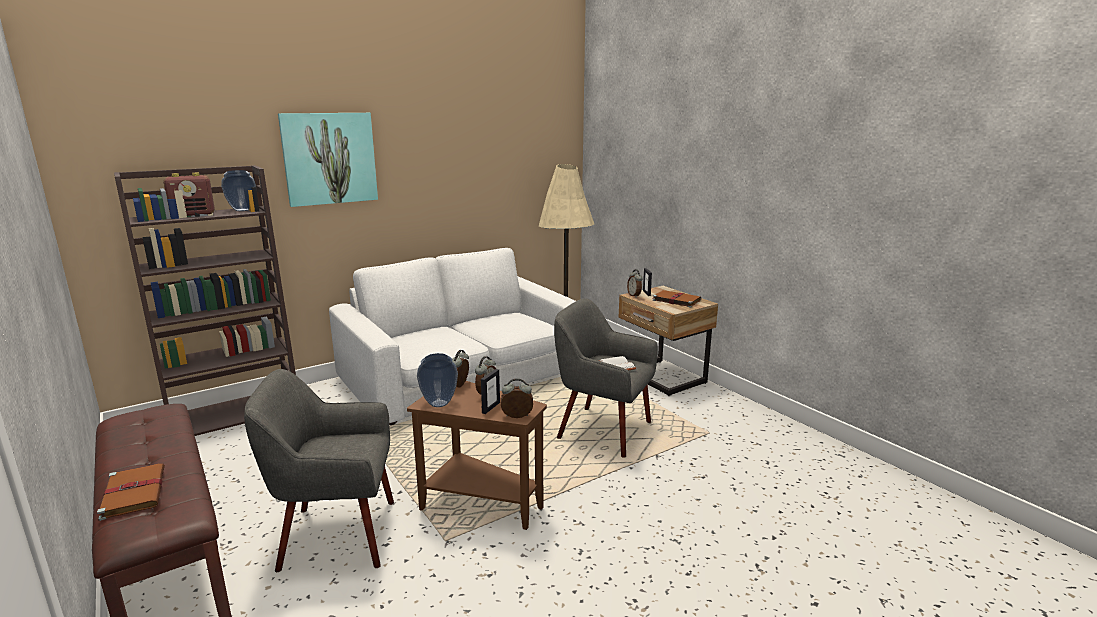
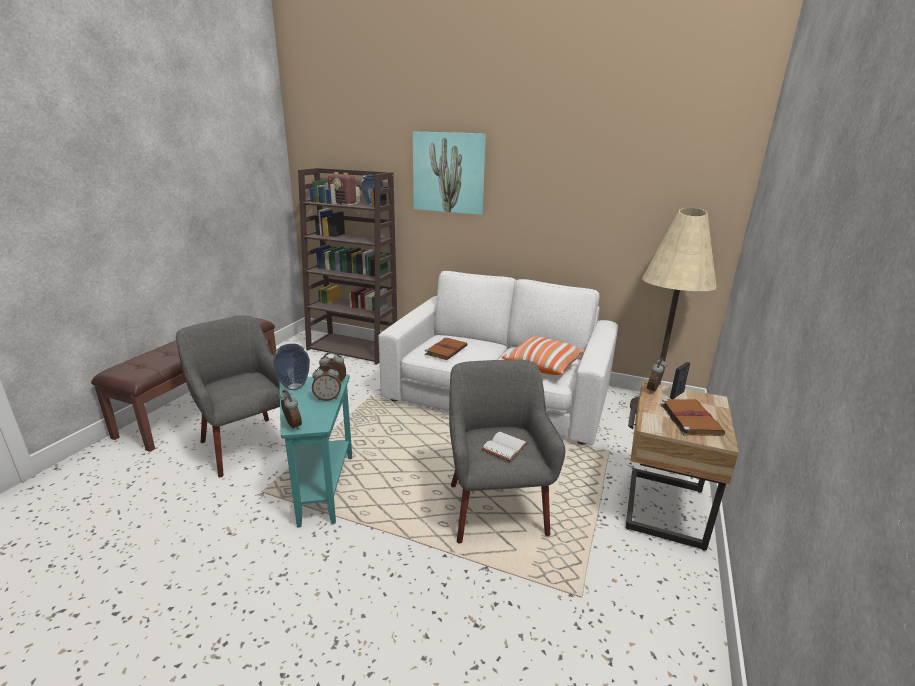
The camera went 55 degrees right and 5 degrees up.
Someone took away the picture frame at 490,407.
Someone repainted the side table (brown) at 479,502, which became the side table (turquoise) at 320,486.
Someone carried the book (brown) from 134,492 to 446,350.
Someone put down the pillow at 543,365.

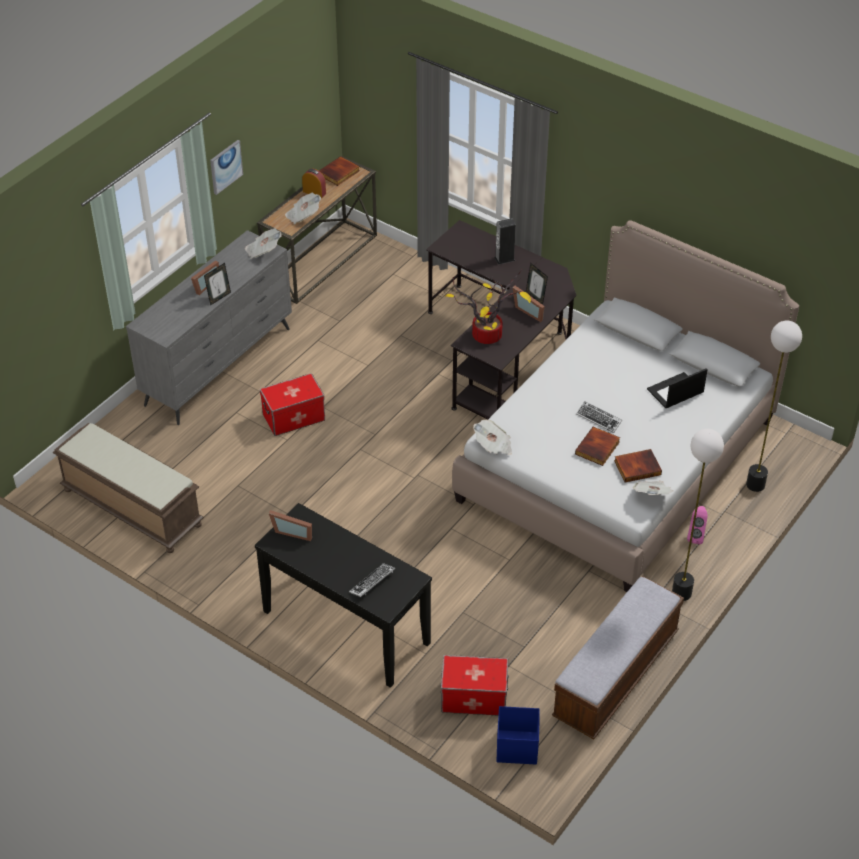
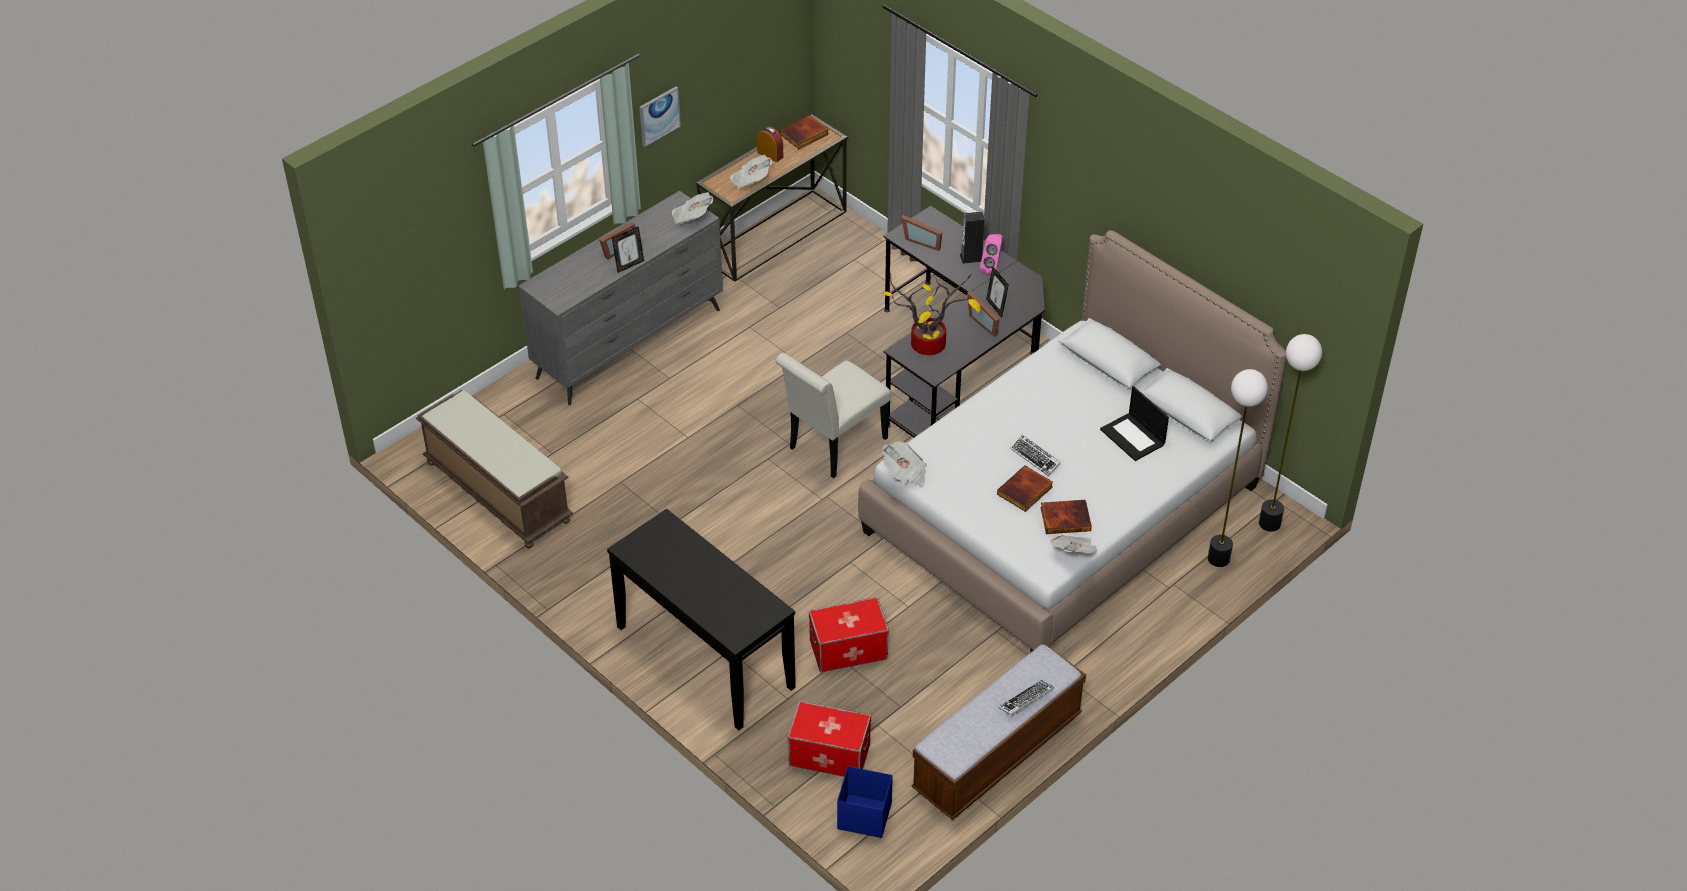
The camera went 10 degrees right and 0 degrees up.
Someone rotated the laptop at 675,392 by 105 degrees counterclockwise.
Someone carried the storage box from 293,417 to 848,650.
Someone carried the floor lamp from 681,593 to 1269,523.
Someone carried the speaker (pink) from 696,536 to 992,268.
Someone carried the picture frame from 293,531 to 922,241.
Someone carried the keyboard from 372,582 to 1026,700.
Someone put down the chair (white) at 833,447.

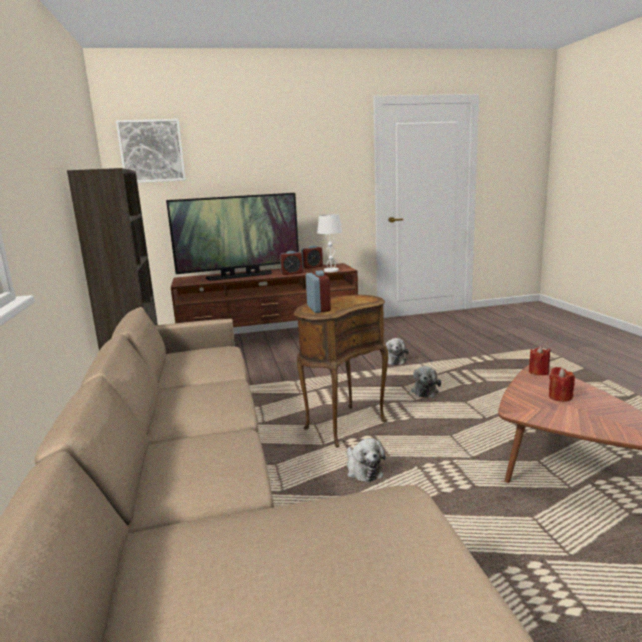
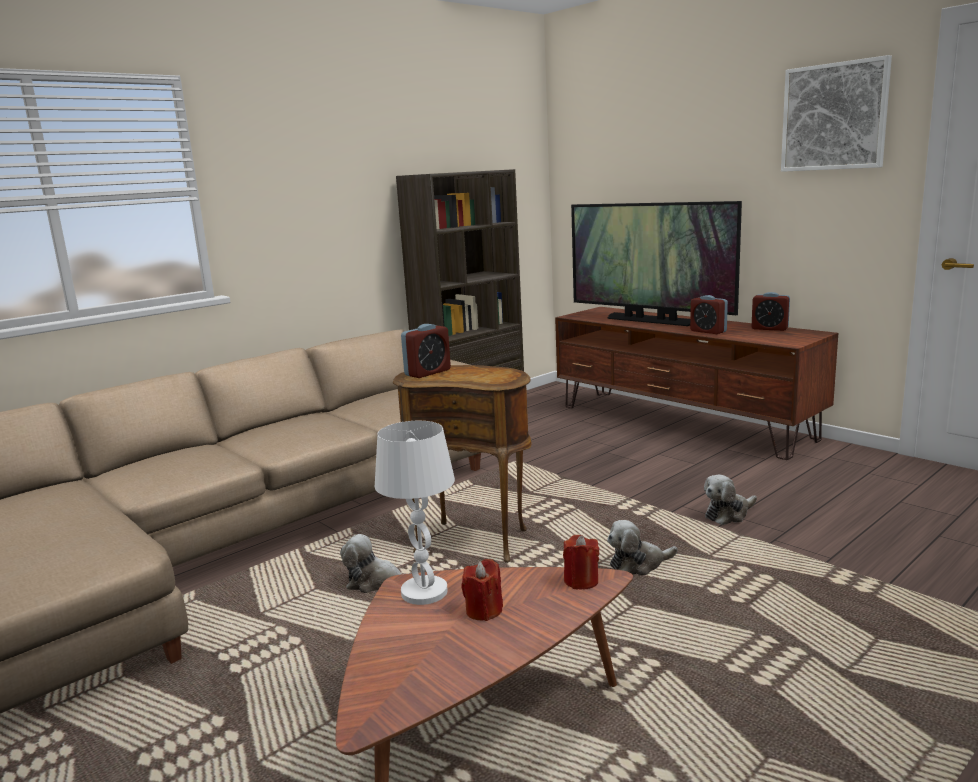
The camera went 60 degrees right and 0 degrees up.
Someone carried the picture from 152,151 to 834,117.
Someone carried the table lamp (white) from 331,270 to 425,592.
Someone rotated the plush toy at 363,470 by 60 degrees clockwise.

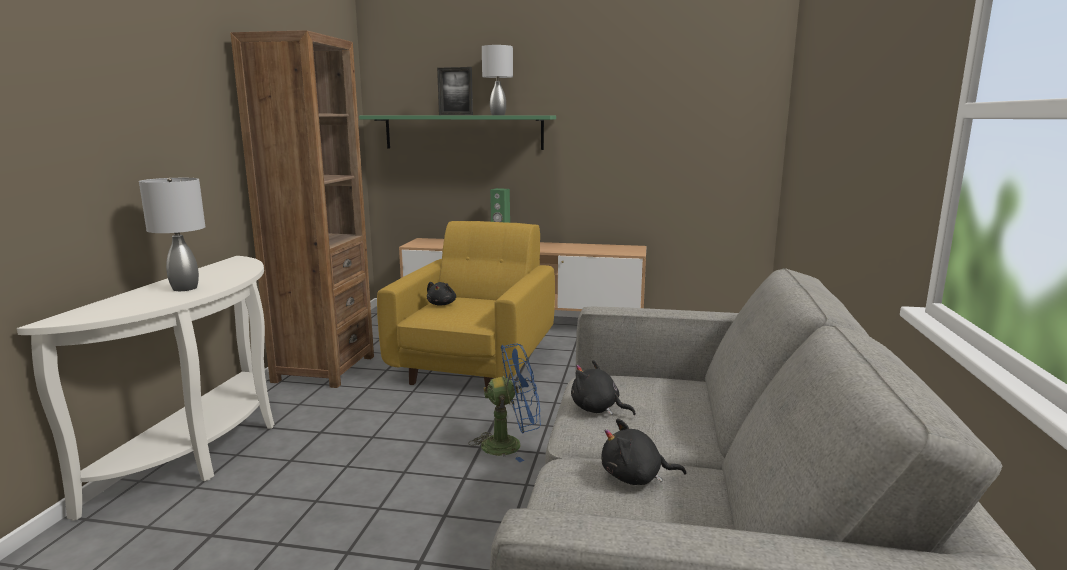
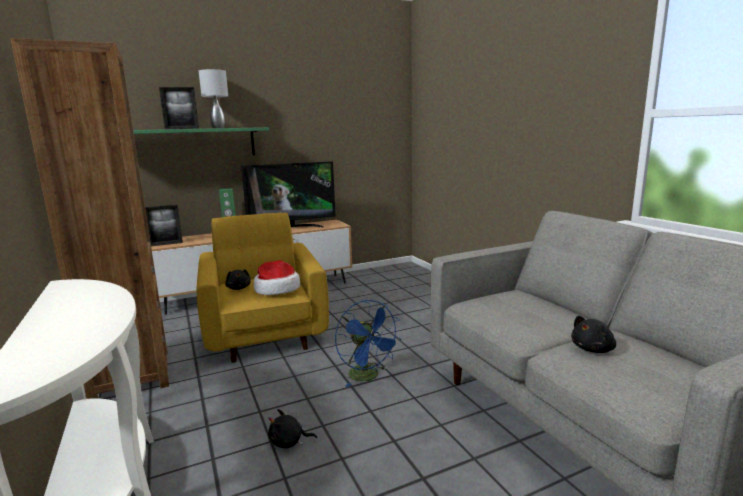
The camera went 35 degrees left and 0 degrees up.
Someone took away the table lamp (grey) at 185,288.
Someone rotated the fan (blue) at 510,444 by 105 degrees clockwise.
Someone carried the plush toy (black) from 597,409 to 289,442.
Someone put down the television at 292,228.
Someone put down the picture frame at 166,244.
Someone put down the hat at 276,289.

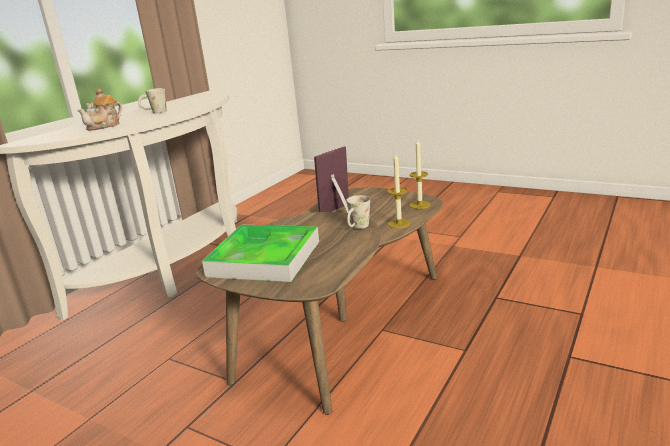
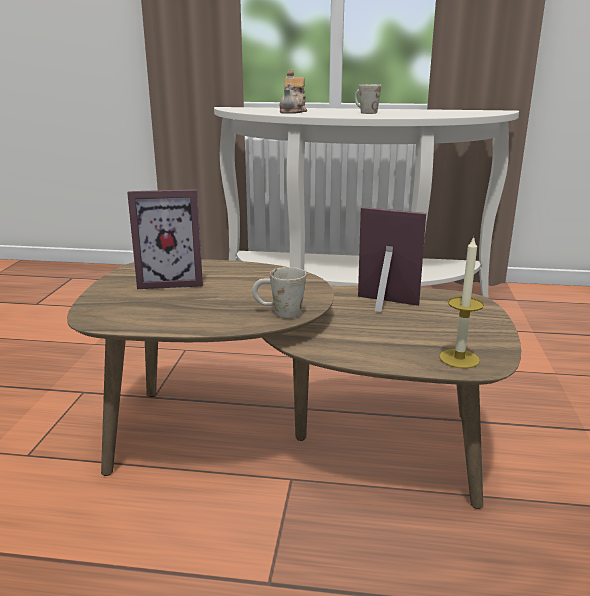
The camera went 65 degrees right and 0 degrees up.
Someone rotated the teapot at 105,126 by 90 degrees counterclockwise.
Someone took away the candle at 399,223.
Someone swapped the tray at 265,258 for the picture frame at 171,281.

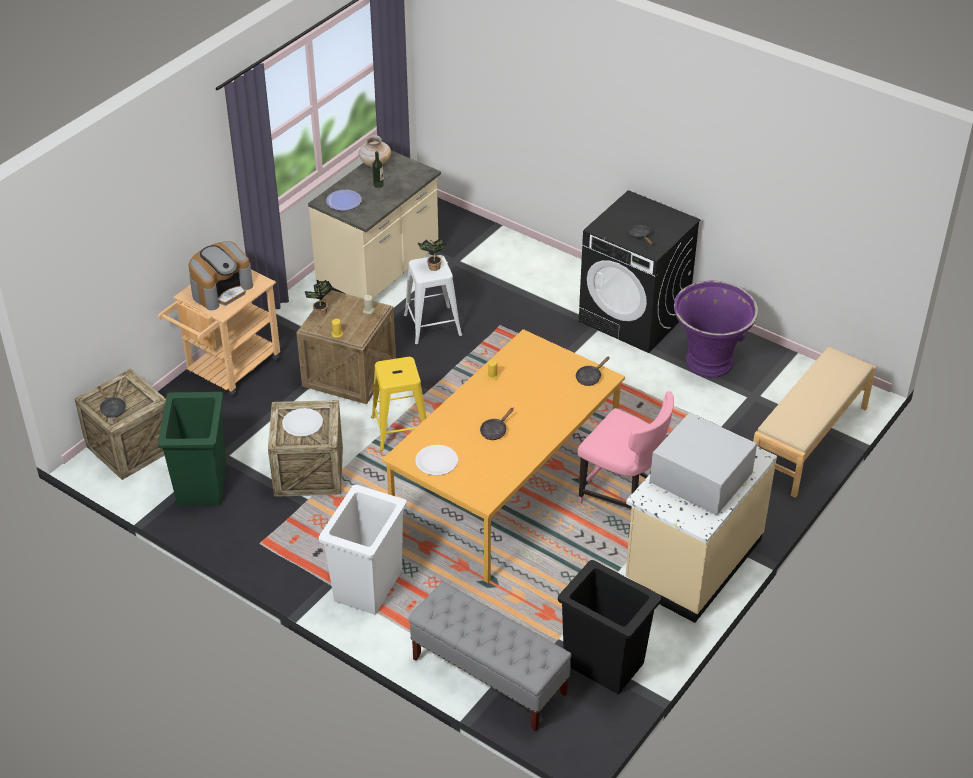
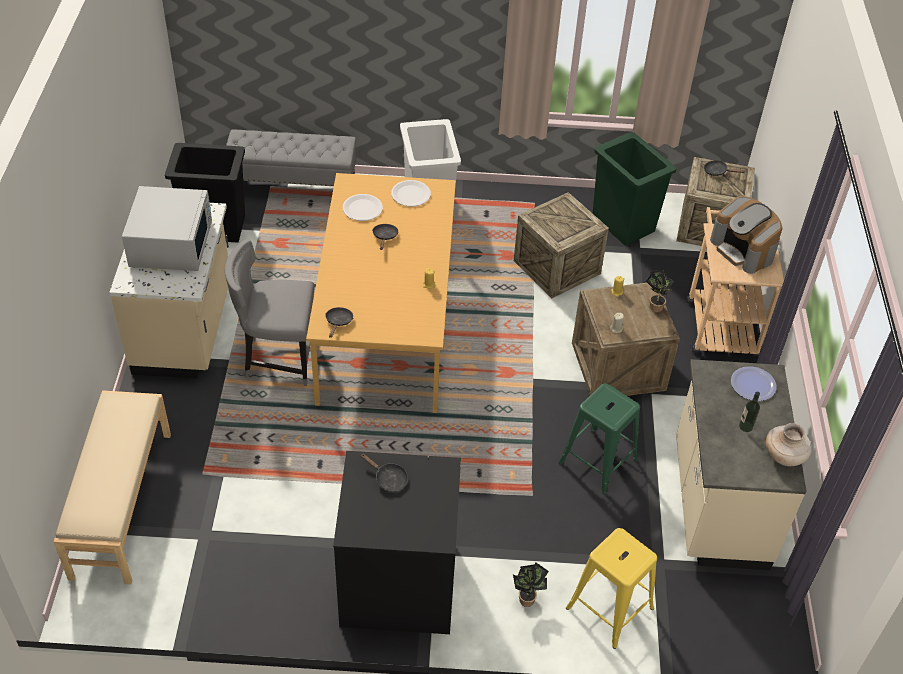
The camera went 145 degrees right and 5 degrees up.
Someone carried the potted plant from 432,268 to 527,598.
Someone rotated the coffee machine at 221,290 by 45 degrees counterclockwise.
Someone repainted the stool (white) at 432,325, which became the stool (green) at 598,461.
Someone took away the planter (purple) at 708,363.
Someone carried the stool (yellow) from 400,429 to 610,608.
Someone repainted the chair (pink) at 622,498, which became the chair (grey) at 278,359.
Someone carried the plate (white) from 302,423 to 362,208.
Someone rotated the microwave (white) at 700,478 by 90 degrees counterclockwise.

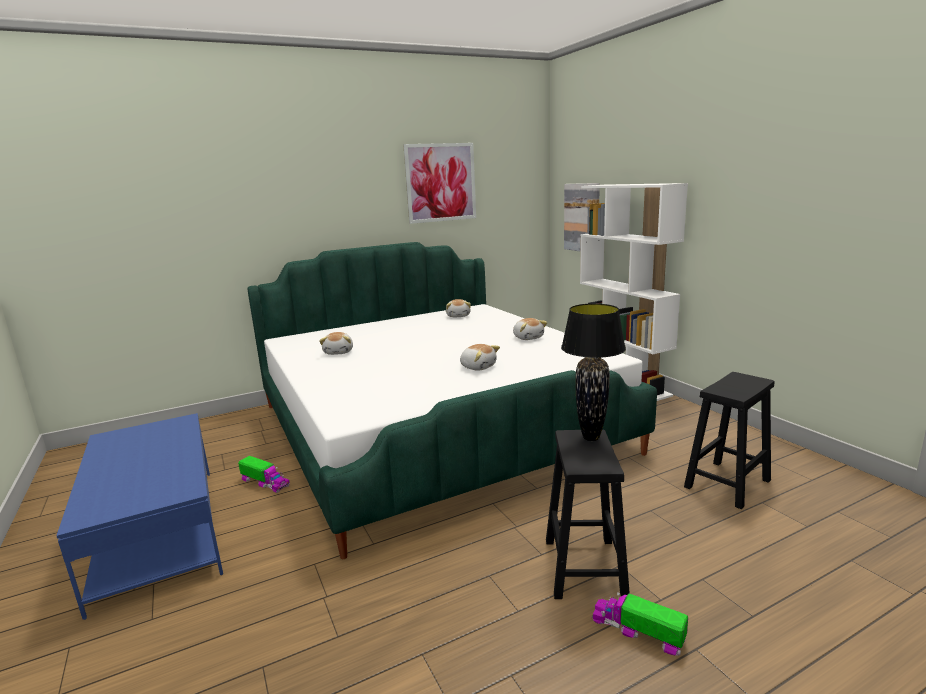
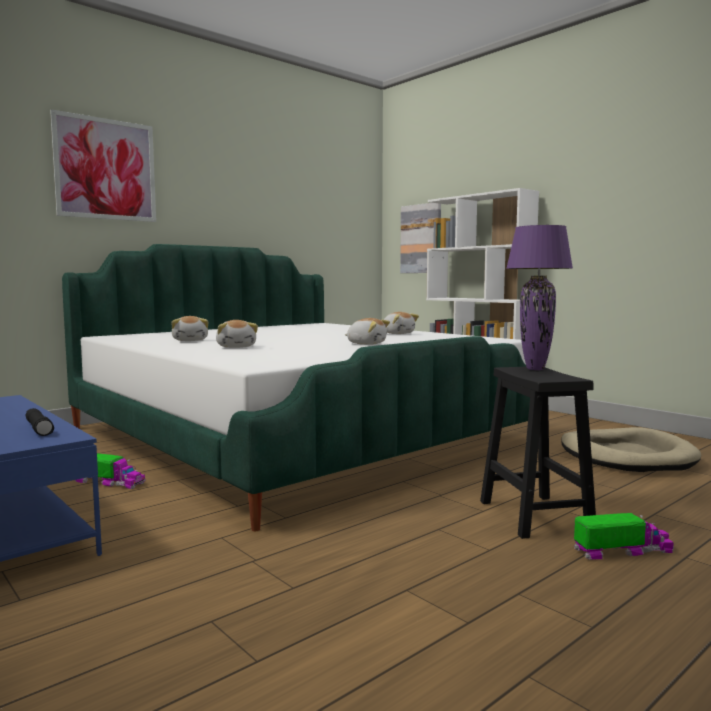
The camera went 15 degrees left and 10 degrees down.
Someone carried the picture from 441,182 to 105,169.
Someone carried the plush toy from 458,316 to 236,347.
Someone repainted the table lamp (black) at 590,438, which became the table lamp (purple) at 534,369.
Someone swapped the stool (black) at 727,483 for the dog bed (beige) at 626,456.
Someone rotated the toy truck at 638,631 by 150 degrees clockwise.
Someone put down the flashlight (black) at 39,429.

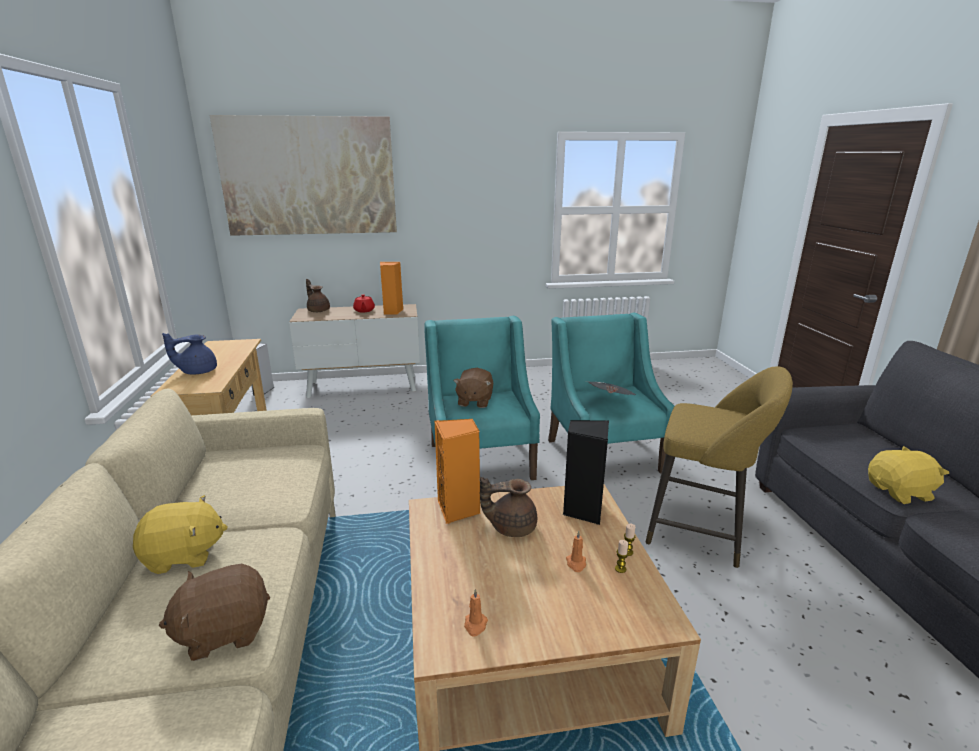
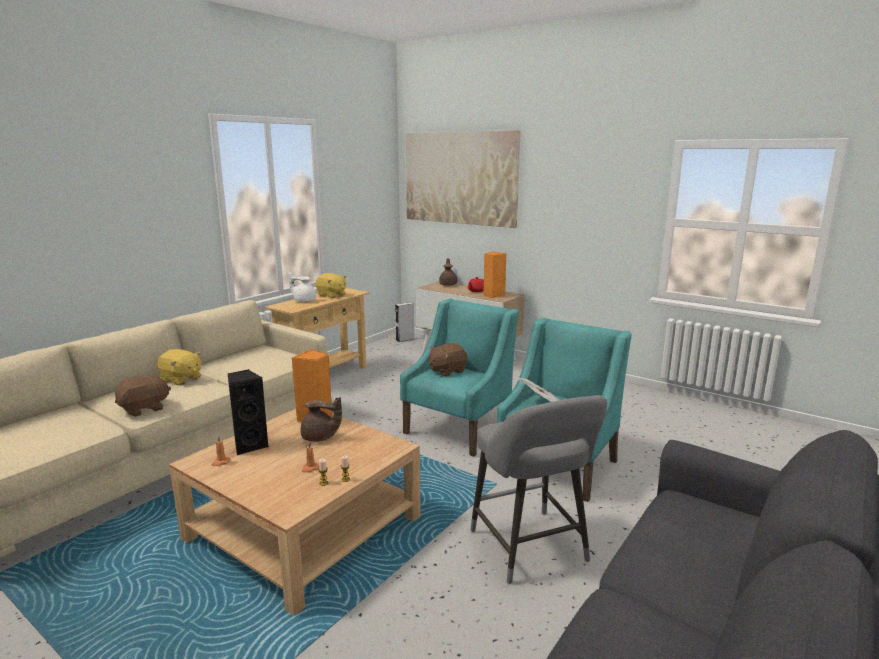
The camera went 45 degrees right and 5 degrees down.
Someone repainted the teapot (blue) at 197,371, which became the teapot (white) at 304,301.
Someone repainted the stool (yellow) at 702,531, which became the stool (grey) at 531,550.
Someone carried the speaker (black) from 582,510 to 250,445.
Someone carried the plush toy (yellow) from 900,492 to 331,295.
Someone rotated the teapot (brown) at 511,527 by 150 degrees clockwise.
Someone rotated the plush toy (brown) at 224,631 by 120 degrees clockwise.

